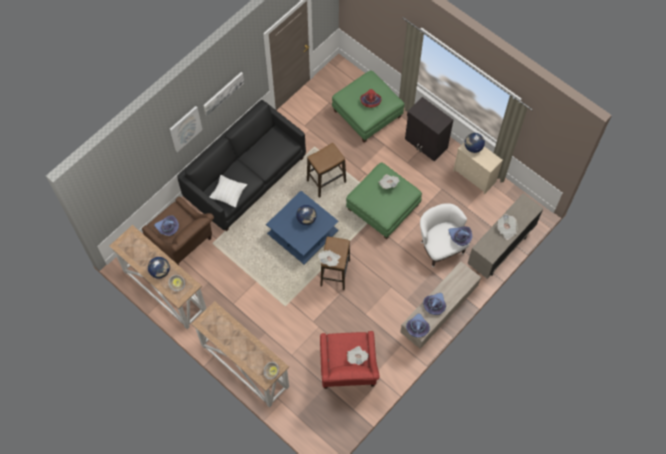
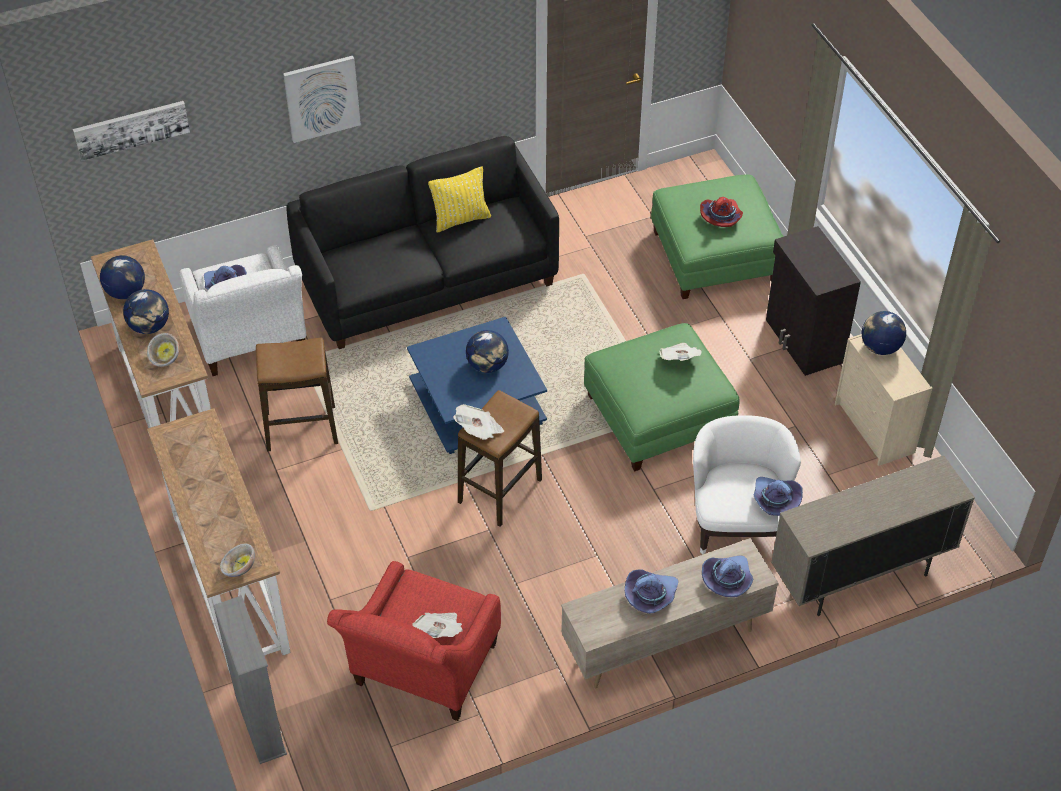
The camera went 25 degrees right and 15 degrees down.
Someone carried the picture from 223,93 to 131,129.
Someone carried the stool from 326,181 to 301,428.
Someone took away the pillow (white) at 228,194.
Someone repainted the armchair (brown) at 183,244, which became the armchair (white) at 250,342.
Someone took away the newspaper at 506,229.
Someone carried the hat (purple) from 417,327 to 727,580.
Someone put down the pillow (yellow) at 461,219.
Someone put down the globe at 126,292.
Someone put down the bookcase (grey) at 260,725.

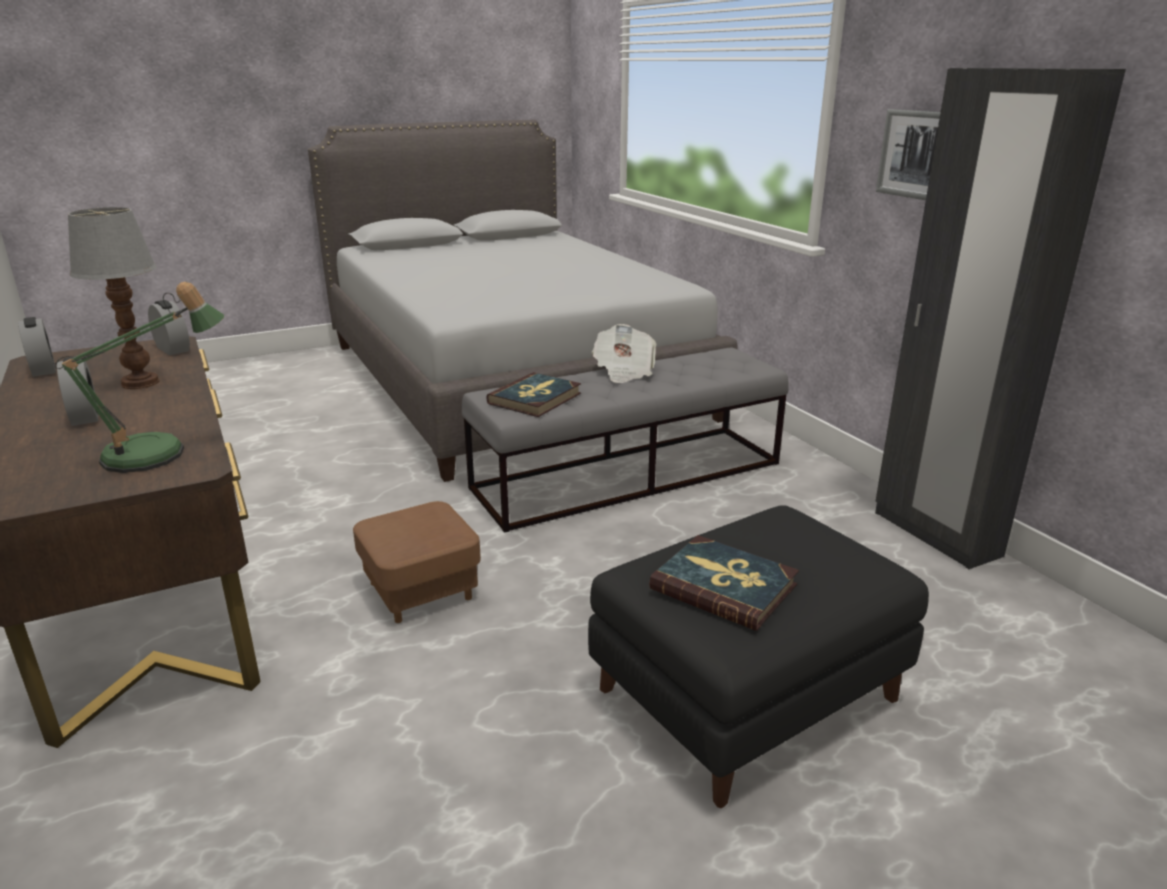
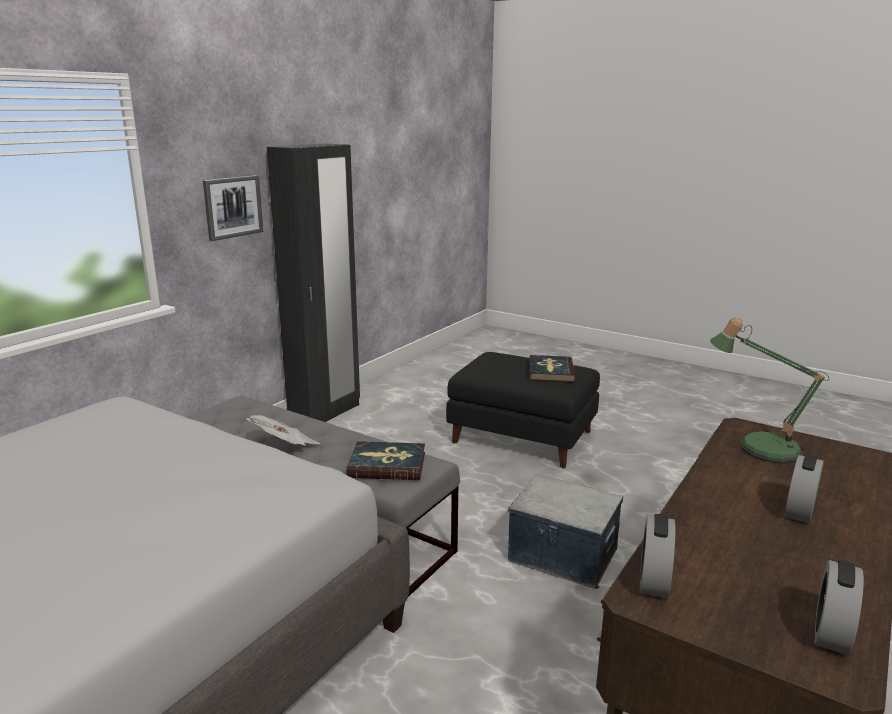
The camera went 120 degrees left and 5 degrees down.
Someone took away the table lamp at 141,383.
Someone swapped the ottoman (brown) at 421,590 for the storage box at 562,556.

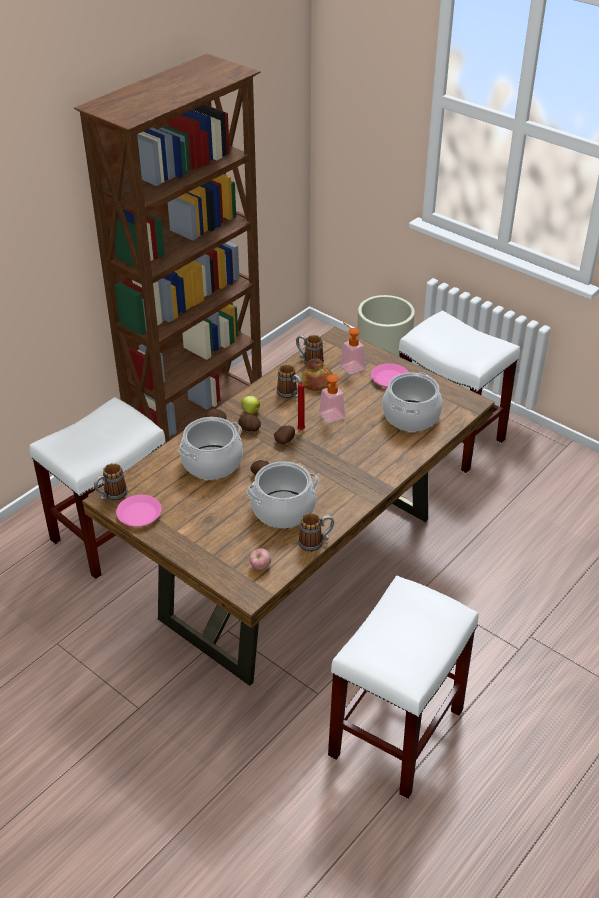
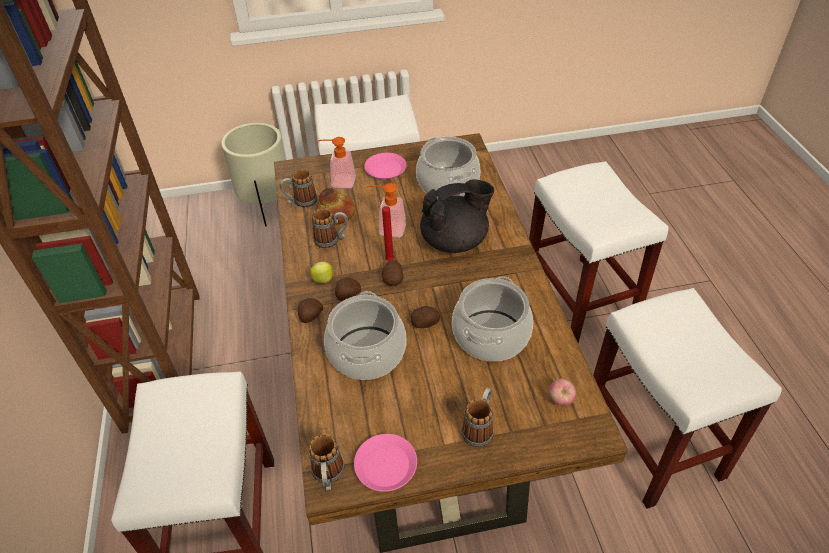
The camera went 50 degrees left and 5 degrees up.
Someone carried the mug from 316,542 to 479,428.
Someone put down the stool (white) at 580,300.
Someone put down the teapot (black) at 455,241.

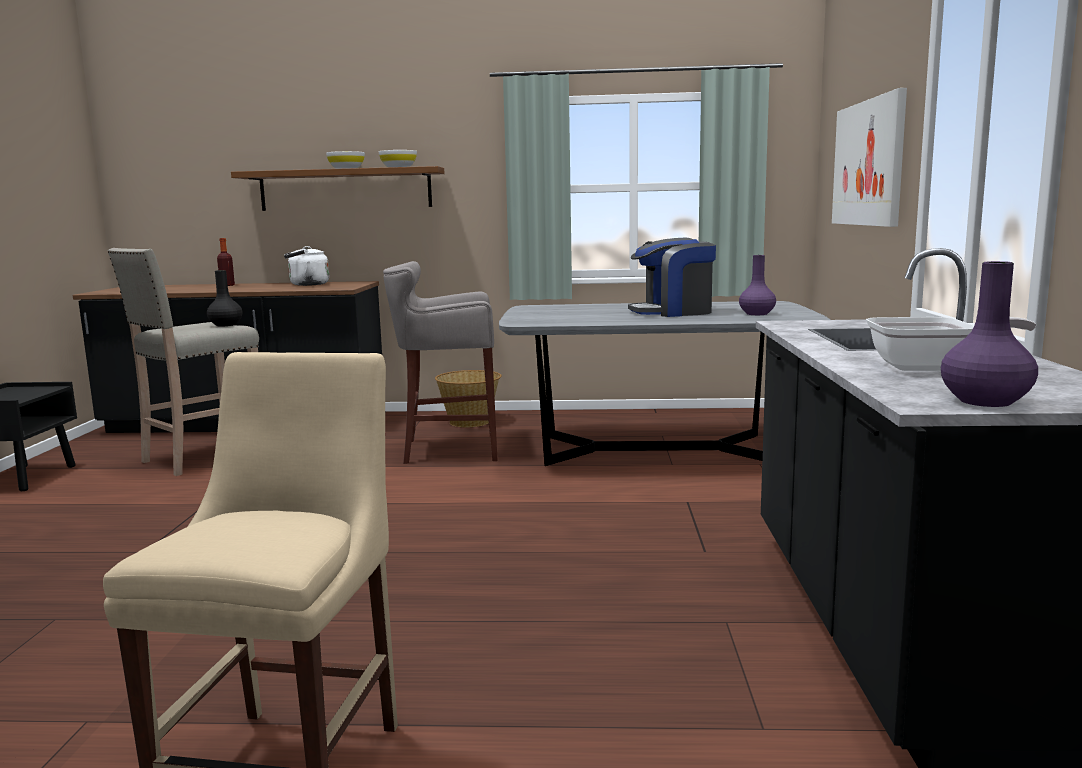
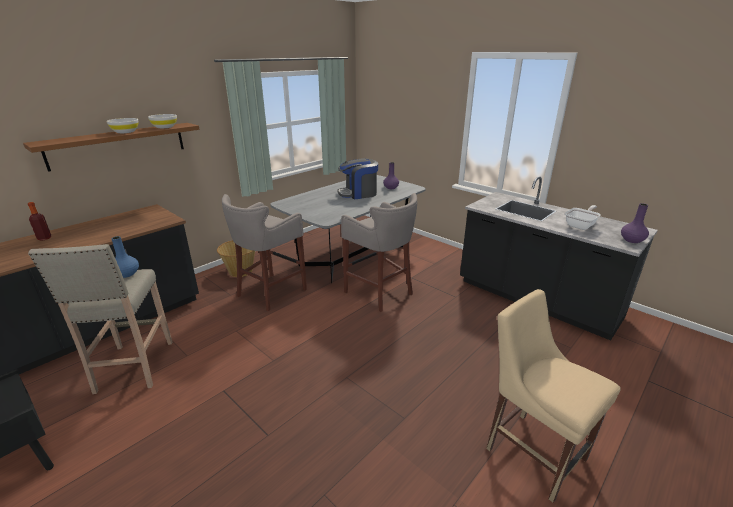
The camera went 50 degrees left and 15 degrees up.
Someone took away the picture at 868,163.
Someone rotated the coffee machine at 673,312 by 45 degrees clockwise.
Someone took away the kettle (white) at 306,285.
Someone repainted the vase (black) at 225,325, which became the vase (blue) at 126,274.
Someone put down the stool (grey) at 380,293.

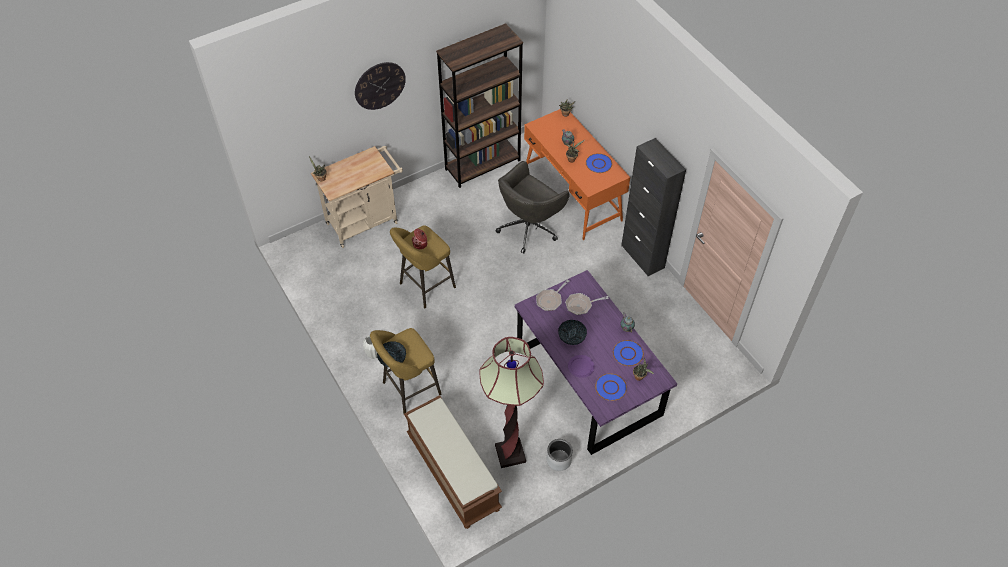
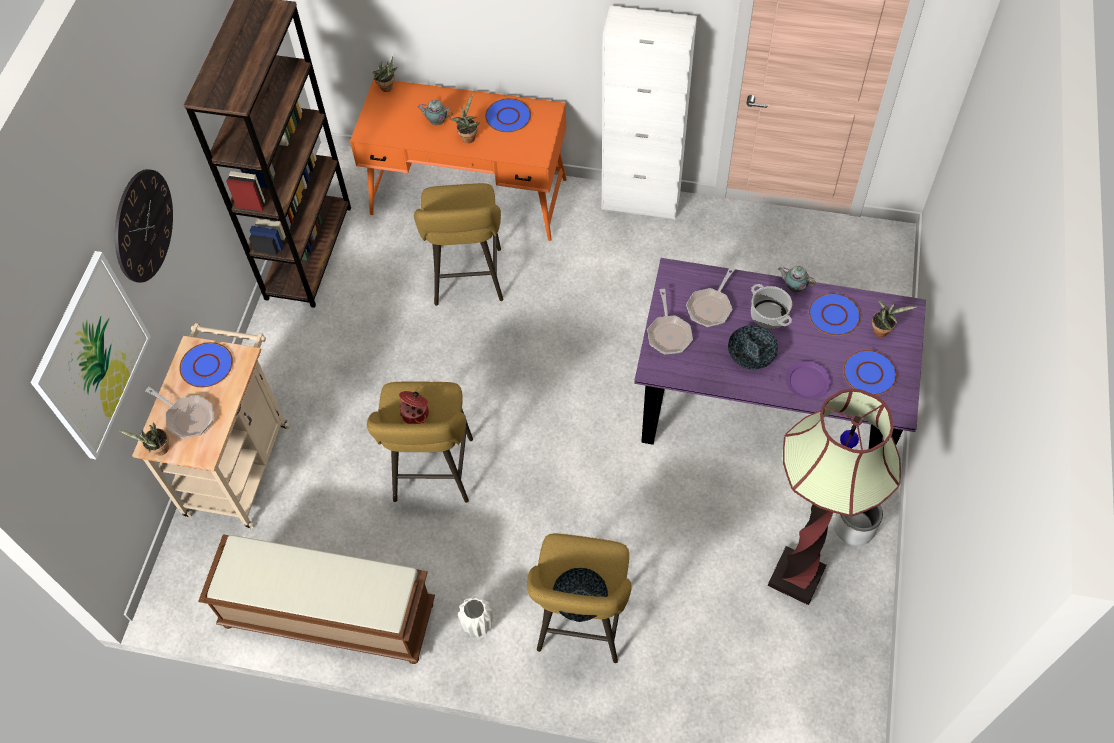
The camera went 45 degrees left and 5 degrees up.
Someone repainted the cabinet (black) at 642,256, which became the cabinet (white) at 640,201.
Someone swapped the office chair (grey) at 529,227 for the stool (yellow) at 468,281.
Someone carried the bench (brown) from 452,472 to 327,616.
Someone put up the picture at 92,356.
Someone put down the cooking pot at 768,315.
Someone put down the plate (blue) at 207,366.
Someone put down the frying pan at 187,417.

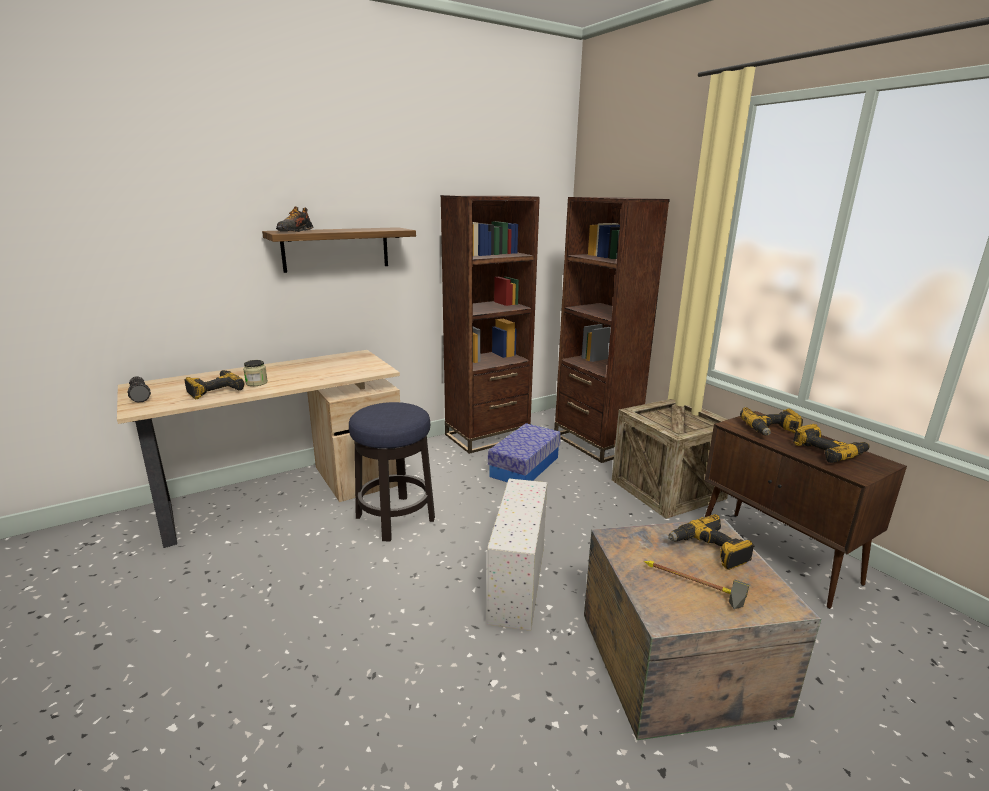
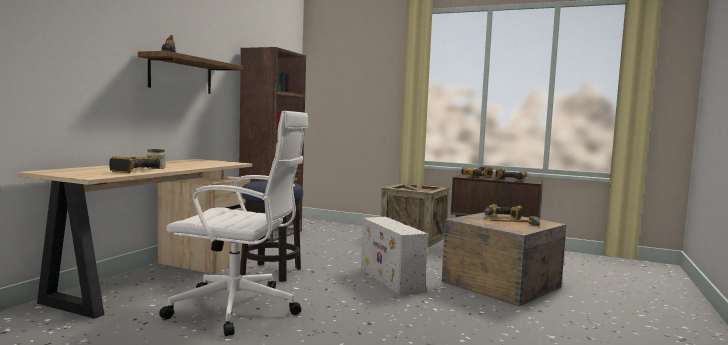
The camera went 35 degrees left and 15 degrees down.
Someone took away the bookcase (brown) at 595,442.
Someone took away the flashlight at 141,395.
Someone took away the storage box at 524,466.
Someone put down the office chair (white) at 239,309.

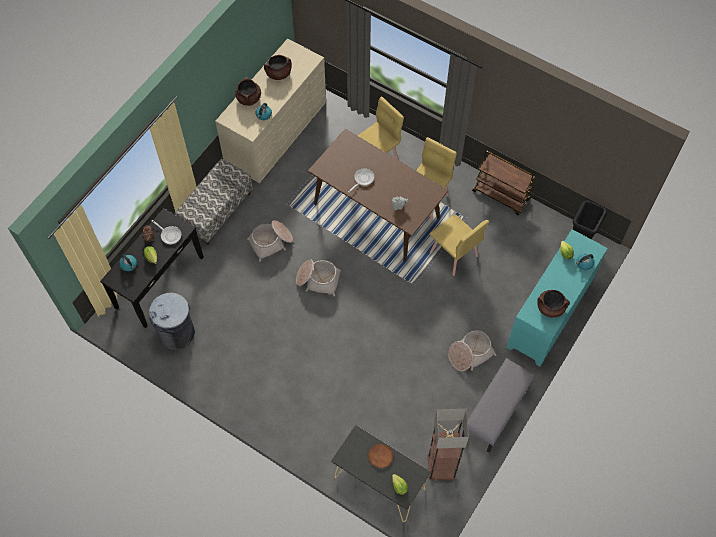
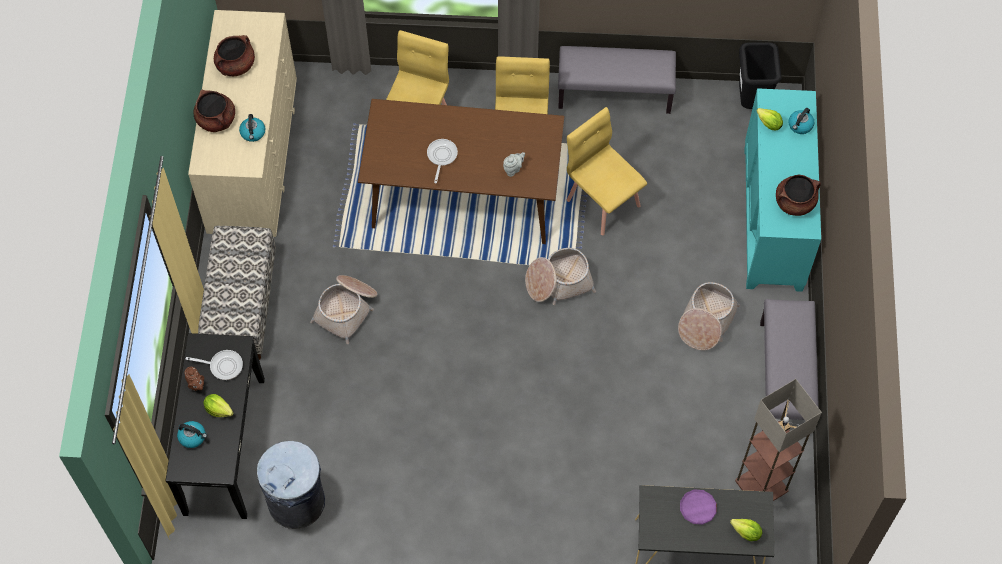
The camera went 30 degrees left and 0 degrees up.
Someone swapped the cart (brown) at 501,195 for the bench (grey) at 615,93.
Someone rotated the chair (yellow) at 454,254 by 150 degrees counterclockwise.
Someone carried the basket from 318,280 to 558,282.
Someone repainted the plate (brown) at 380,456, which became the plate (purple) at 698,508.

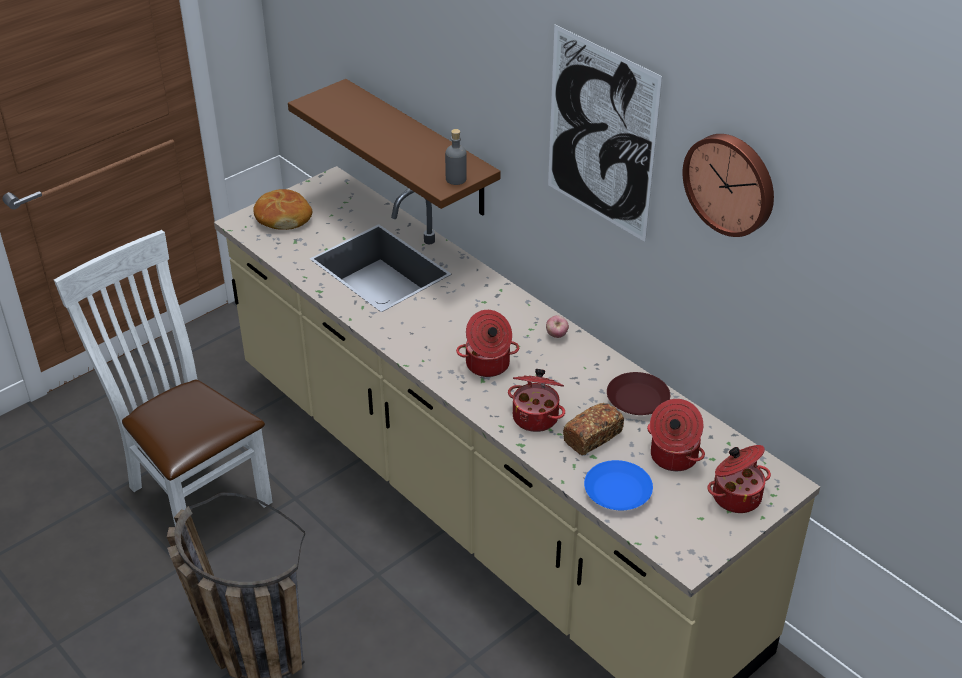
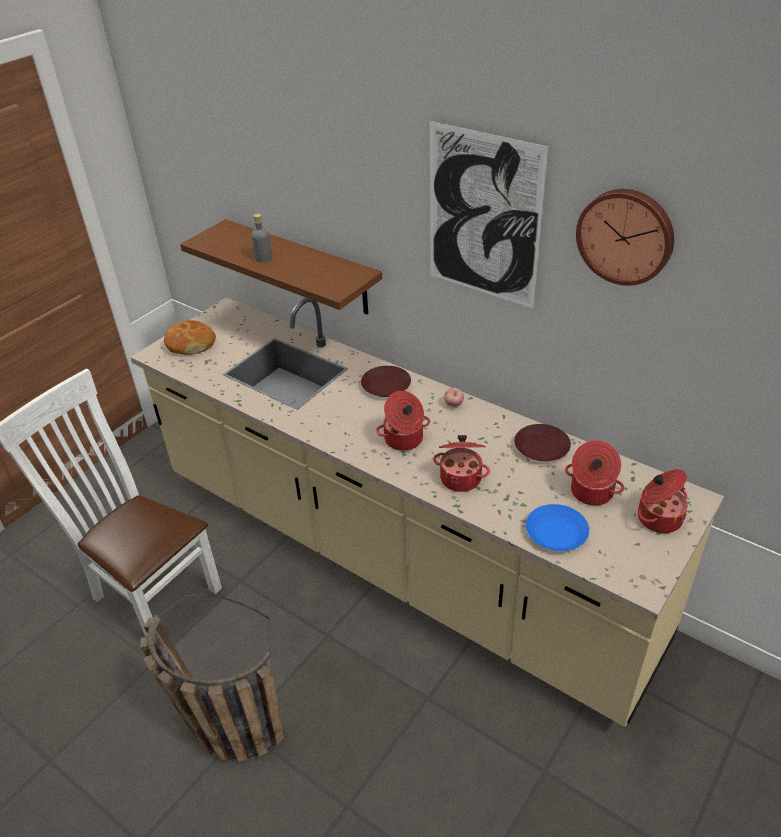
The camera went 10 degrees left and 0 degrees up.
Someone carried the bottle (grey) from 456,179 to 263,258.
Someone took away the bread at 592,437.
Someone put down the plate (brown) at 386,385.

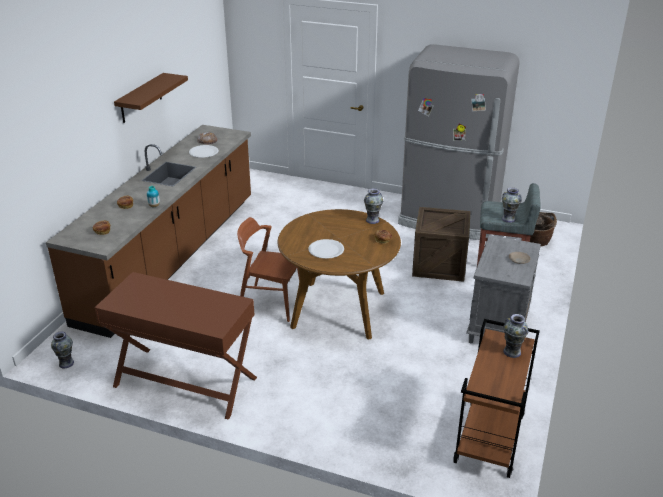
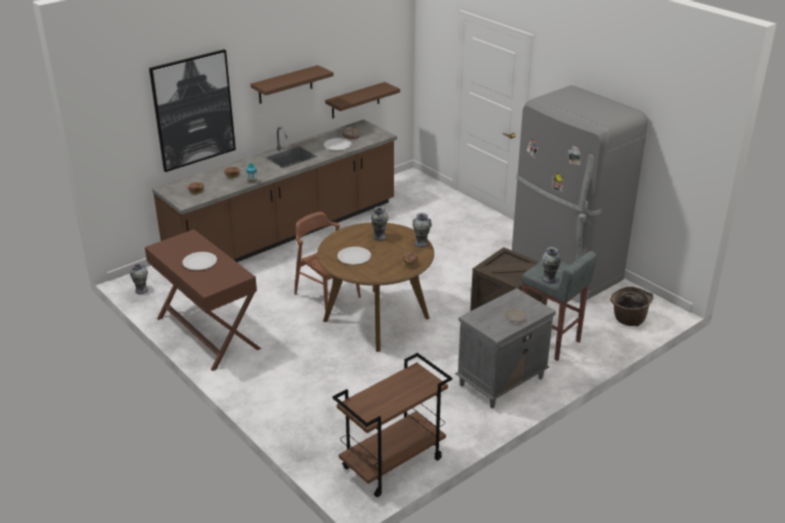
The camera went 30 degrees right and 0 degrees up.
Someone carried the vase from 511,352 to 379,237.
Someone put up the picture at 193,110.
Someone put up the shelf (brown) at 355,100.
Someone put down the plate (white) at 199,262.

